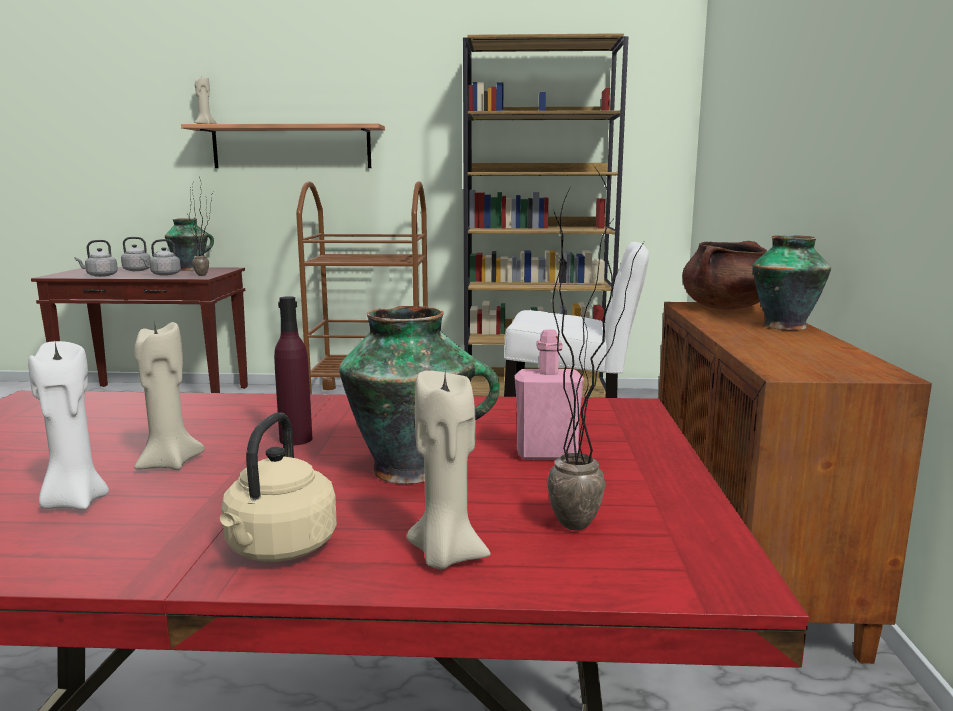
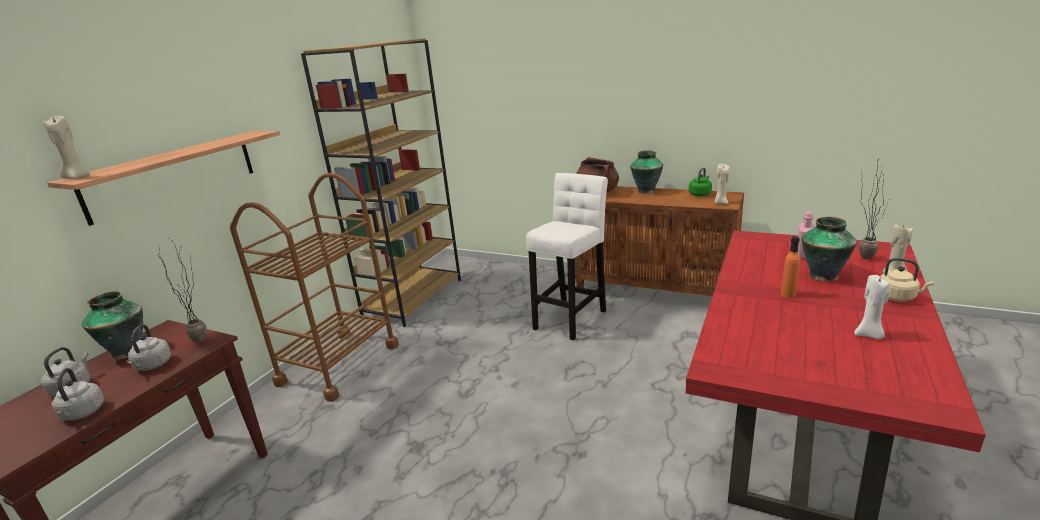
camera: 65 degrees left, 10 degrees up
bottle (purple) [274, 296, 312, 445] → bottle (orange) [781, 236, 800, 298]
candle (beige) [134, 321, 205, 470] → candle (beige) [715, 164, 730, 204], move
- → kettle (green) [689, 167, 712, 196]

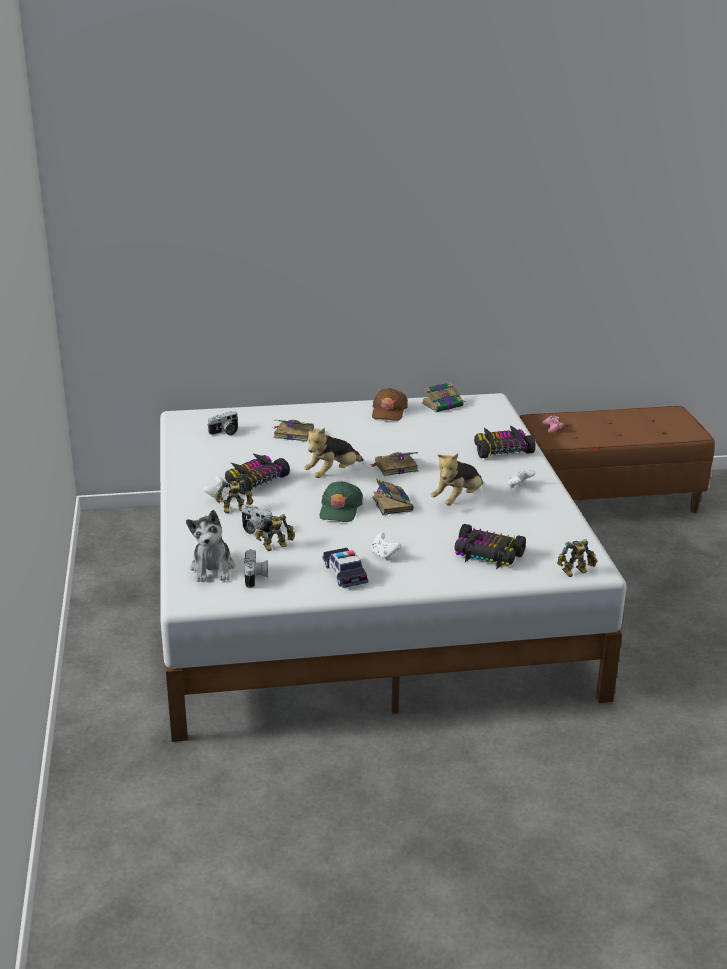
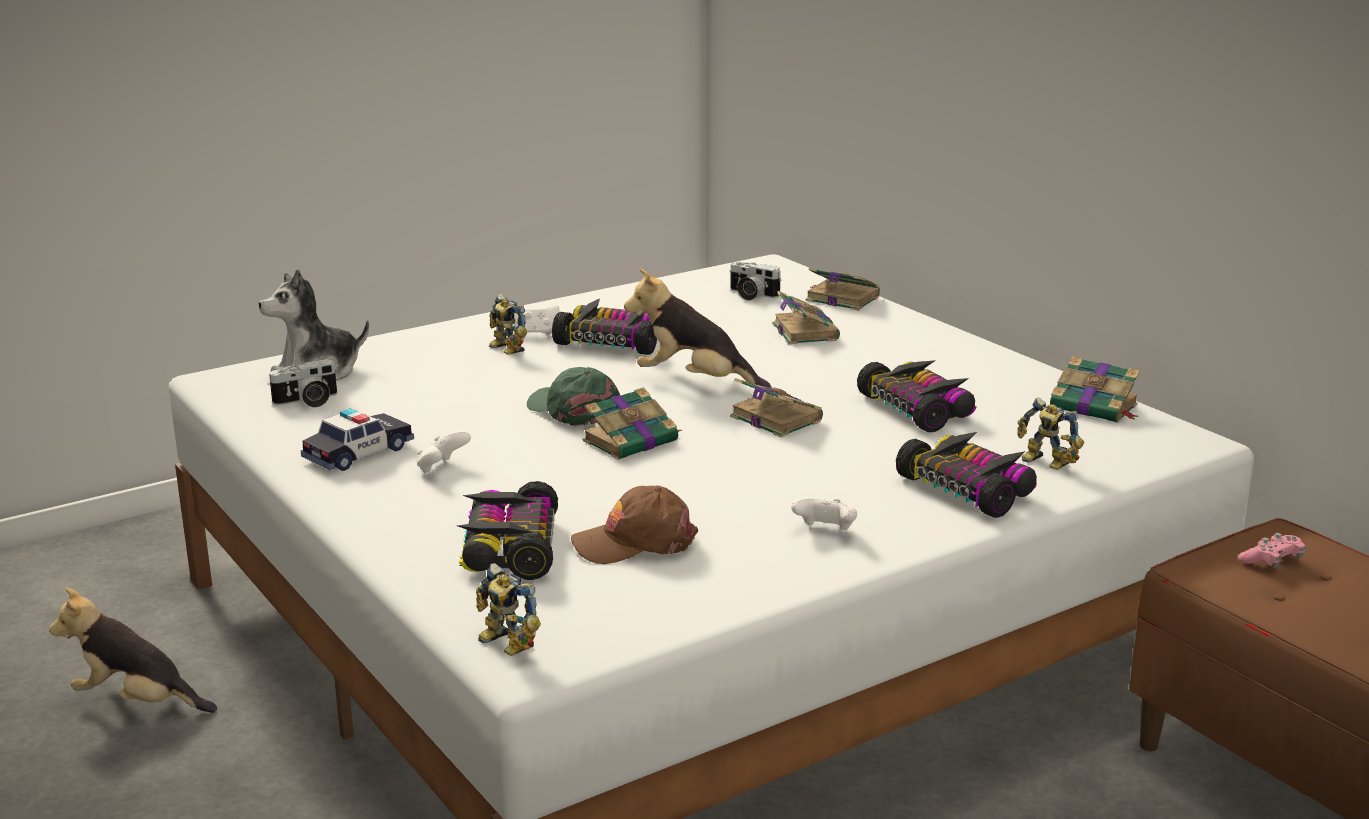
camera: 65 degrees right, 5 degrees down
cap (brown) [372, 388, 408, 421] → cap (brown) [571, 486, 698, 564], move
plush toy [431, 453, 483, 506] → plush toy [49, 587, 217, 713], move
cap (green) [319, 481, 363, 522] → cap (green) [527, 367, 620, 426], 60 degrees clockwise
photo camera [242, 504, 272, 534] → -
toy robot [256, 514, 295, 551] → toy robot [1017, 398, 1084, 470], move
- → book [806, 268, 880, 311]
- → toy car [857, 360, 977, 432]

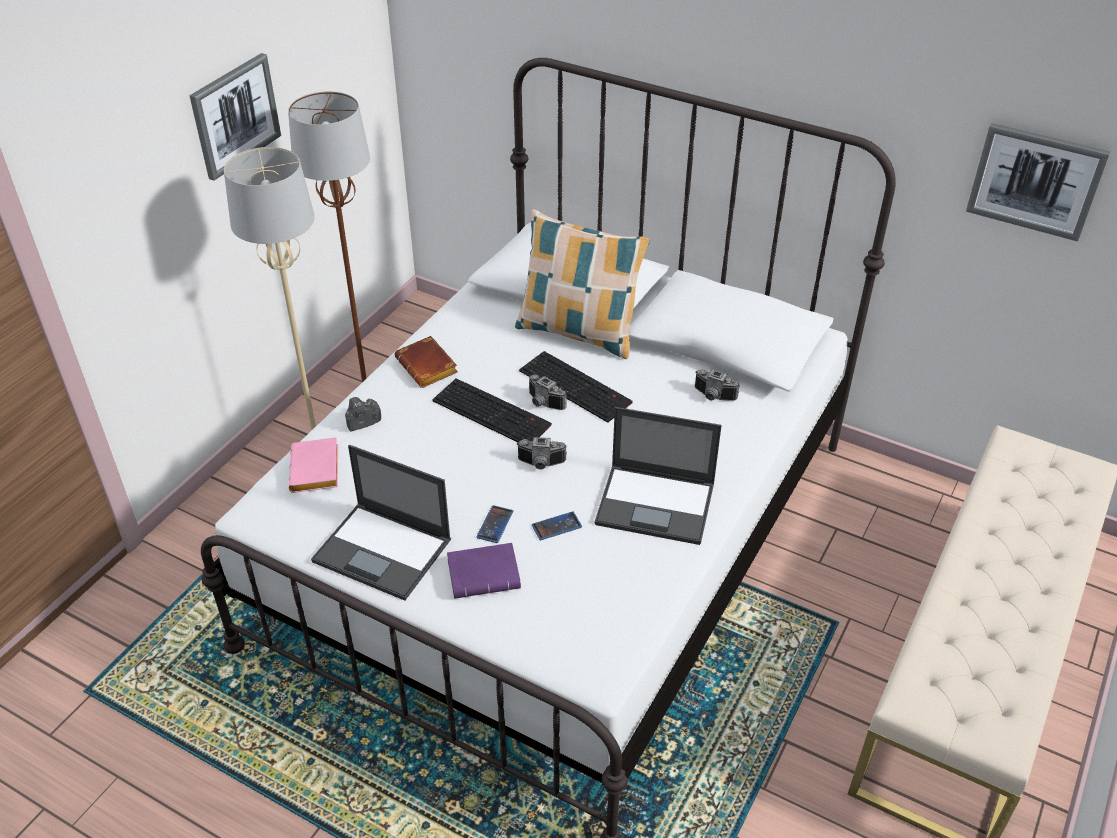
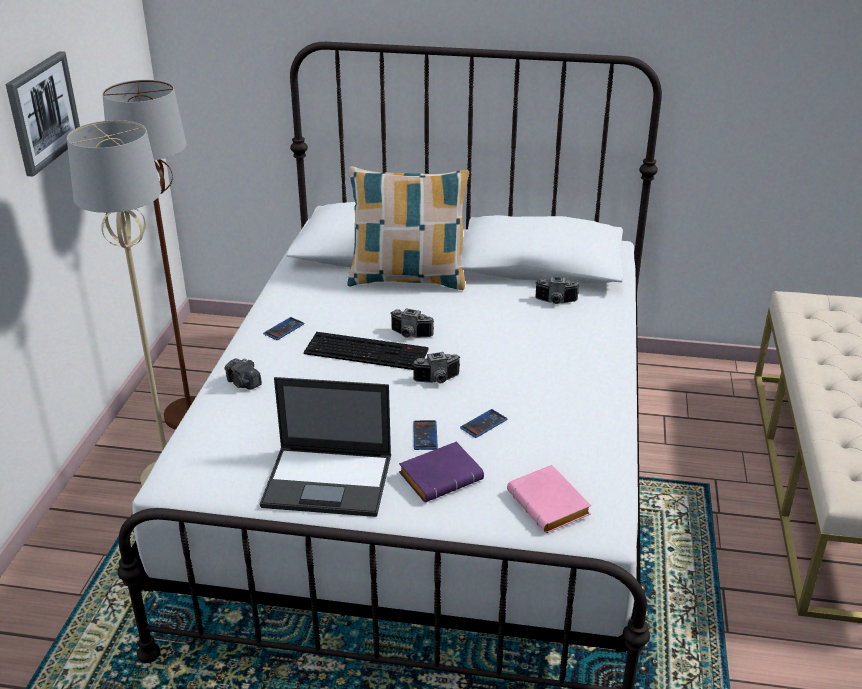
camera: 20 degrees left, 10 degrees down
picture [966, 123, 1111, 241] → -
book (brown) [394, 336, 458, 388] → phone [263, 317, 305, 340]
keyboard [519, 351, 633, 423] → -
photo camera [345, 397, 381, 432] → photo camera [225, 358, 262, 390], 90 degrees counterclockwise
laptop [595, 407, 722, 545] → -
book (pink) [289, 437, 338, 493] → book (pink) [507, 465, 591, 533], move

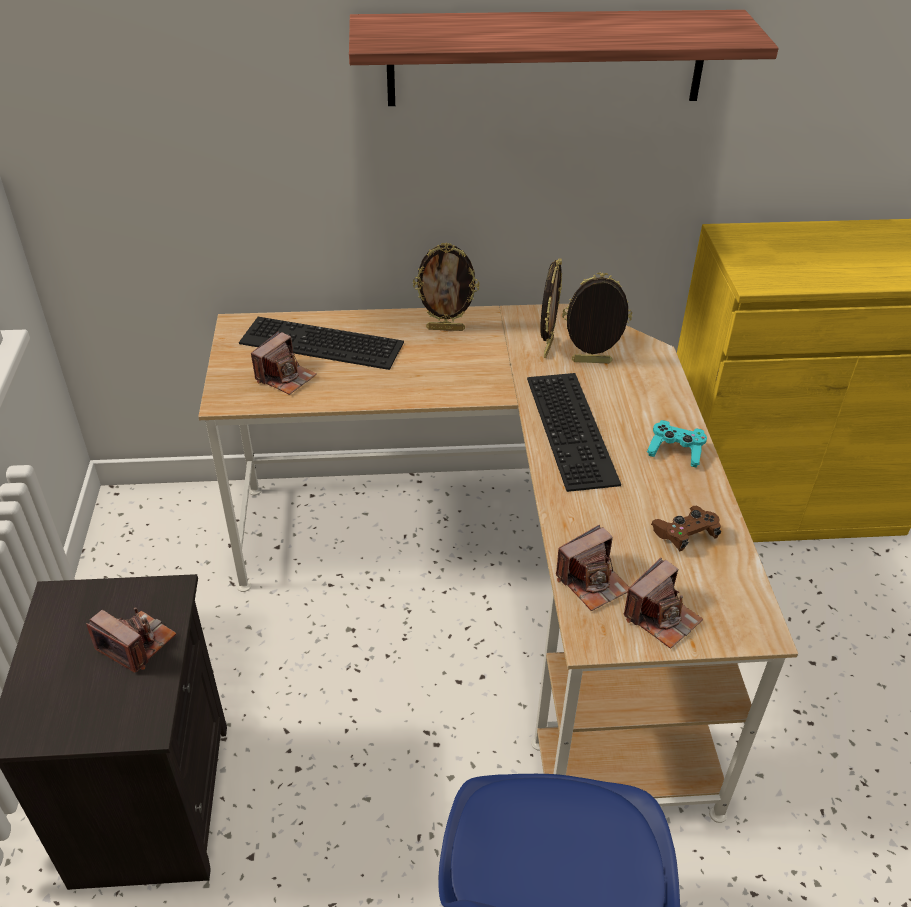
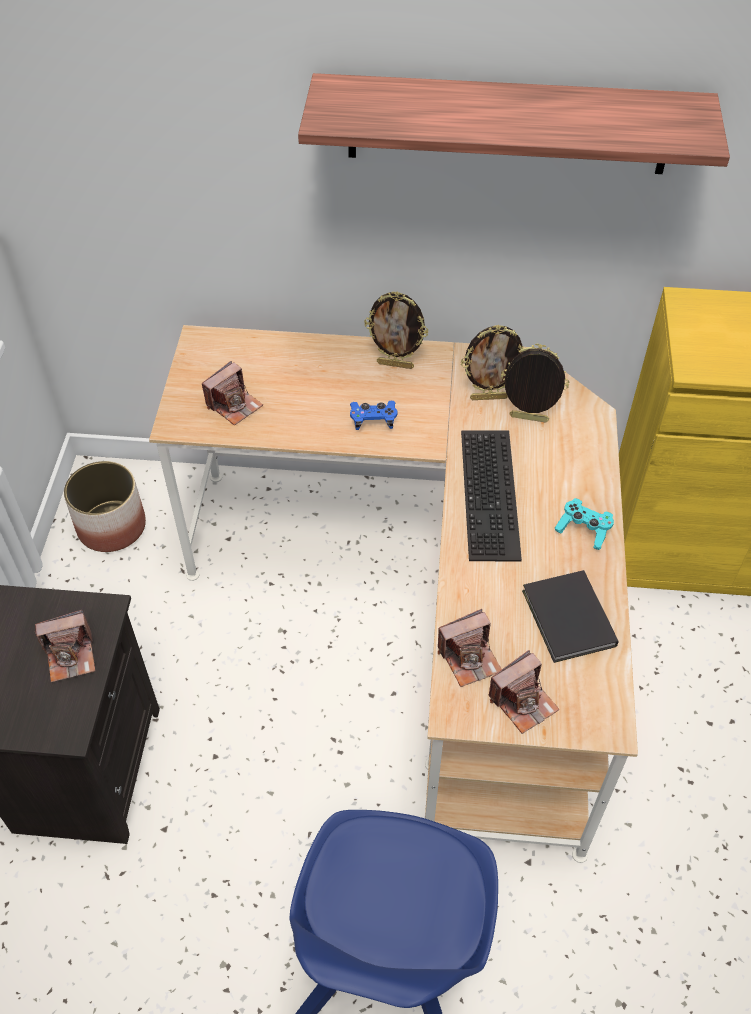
camera: 10 degrees right, 10 degrees up
picture frame [540, 259, 562, 358] → picture frame [461, 325, 524, 400], 60 degrees clockwise
keyboard [239, 317, 404, 370] → -
game controller (brown) [651, 506, 721, 551] → book (black) [522, 570, 618, 663]
photo camera [86, 608, 176, 673] → photo camera [35, 610, 95, 682], 120 degrees clockwise
- → game controller (blue) [350, 401, 397, 430]
- → planter [64, 461, 146, 552]

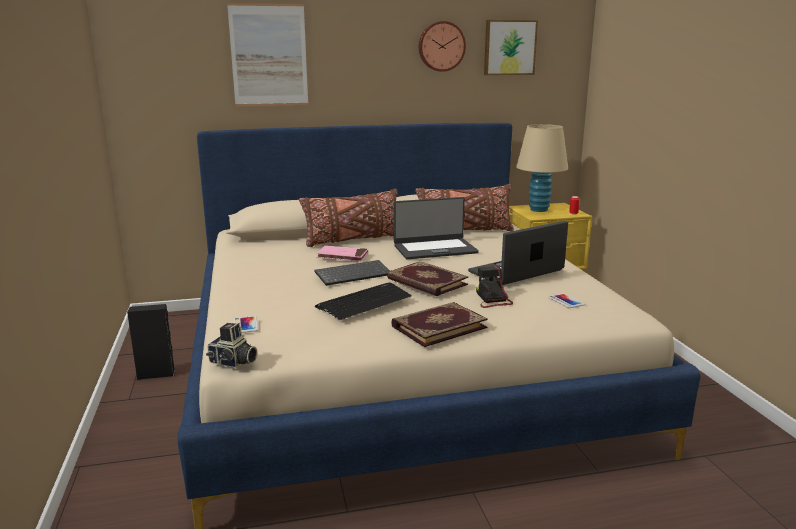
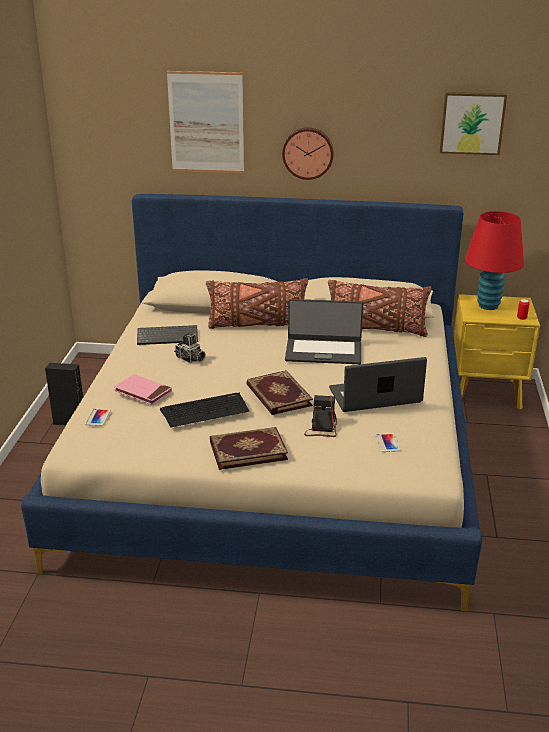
camera: 20 degrees right, 10 degrees up
wall clock [419, 21, 466, 72] → wall clock [282, 127, 334, 180], move
table lamp (beige) [516, 124, 568, 212] → table lamp (red) [465, 211, 524, 310]
book (pink) [316, 245, 368, 262] → book (pink) [114, 374, 172, 405], move
keyboard [315, 260, 390, 286] → keyboard [137, 325, 198, 345], move
photo camera [206, 322, 258, 368] → photo camera [174, 333, 206, 363], move

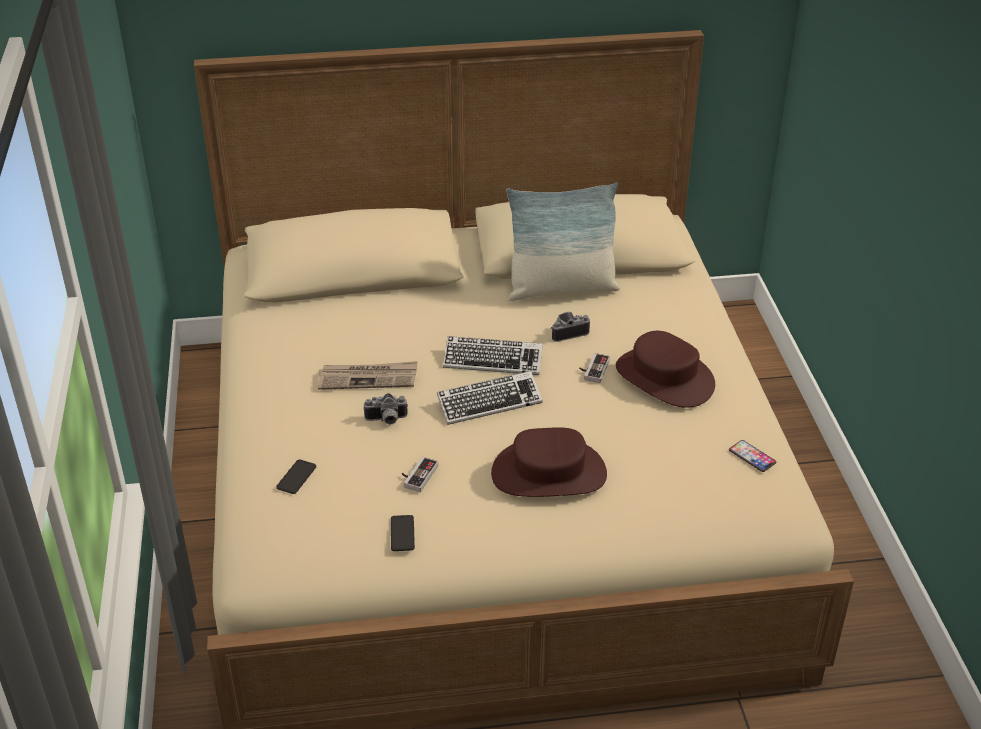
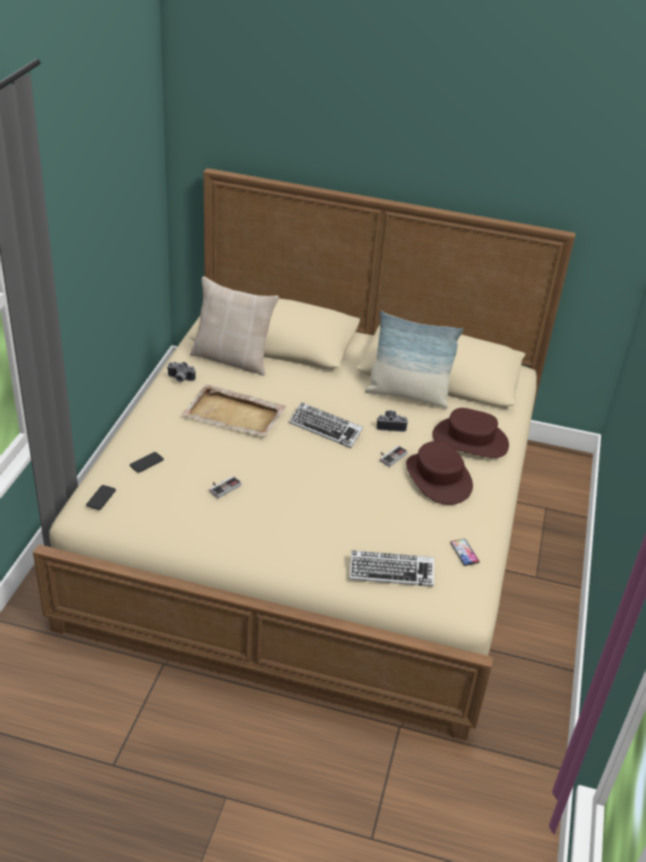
camera: 20 degrees right, 0 degrees up
newspaper [318, 361, 417, 390] → tray (beige) [182, 384, 286, 437]
keyboard [437, 371, 543, 425] → keyboard [350, 550, 434, 587], move
photo camera [363, 393, 408, 424] → photo camera [168, 362, 196, 382], move
hat (brown) [491, 427, 607, 497] → hat (brown) [432, 408, 509, 458], move
phone [391, 515, 415, 551] → phone [86, 485, 116, 510], move
- → pillow (beige) [190, 277, 279, 376]

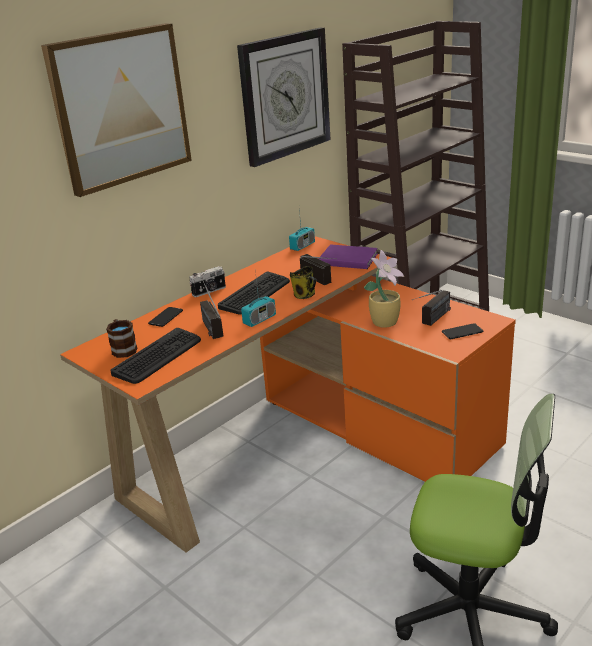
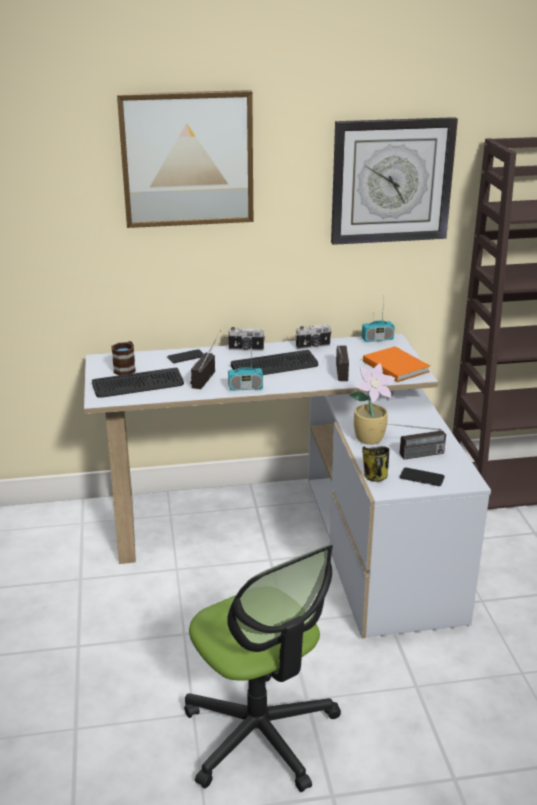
camera: 35 degrees right, 0 degrees up
desk (orange) [60, 236, 516, 552] → desk (white) [84, 334, 491, 639]
book (purple) [319, 244, 378, 269] → book (orange) [363, 346, 430, 382]
mug [290, 266, 316, 299] → mug [362, 446, 389, 482], move
- → photo camera [295, 324, 332, 350]

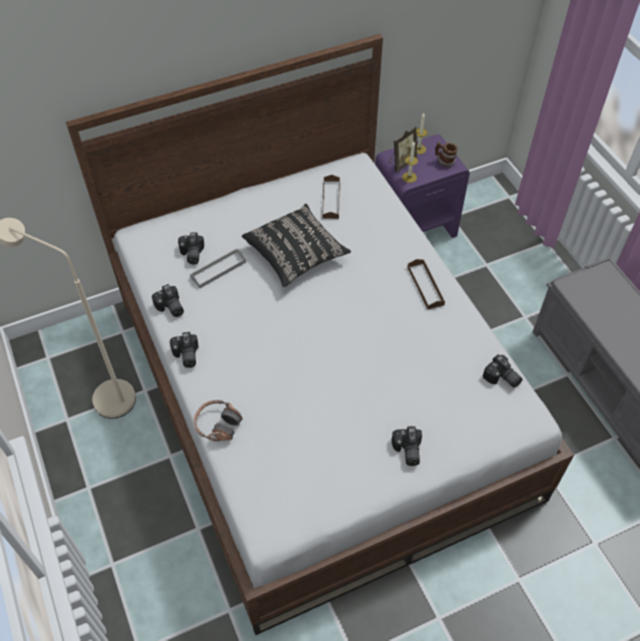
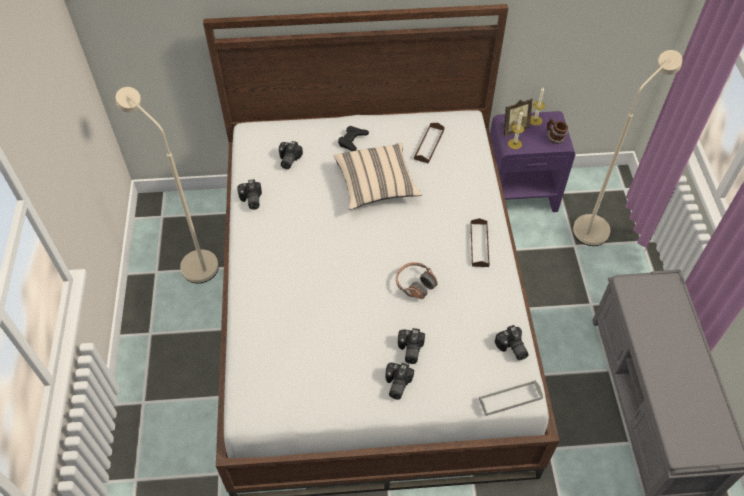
camera: 20 degrees right, 0 degrees up
pillow (black) [242, 204, 351, 287] → pillow (beige) [334, 142, 422, 210]
tray (grey) [190, 248, 246, 288] → tray (grey) [479, 380, 543, 416], move
photo camera [170, 332, 198, 368] → photo camera [398, 328, 425, 364], move
headphones [194, 400, 243, 441] → headphones [396, 262, 438, 299], move
- → floor lamp (beige) [573, 50, 683, 246]
- → game controller (black) [338, 126, 369, 151]

